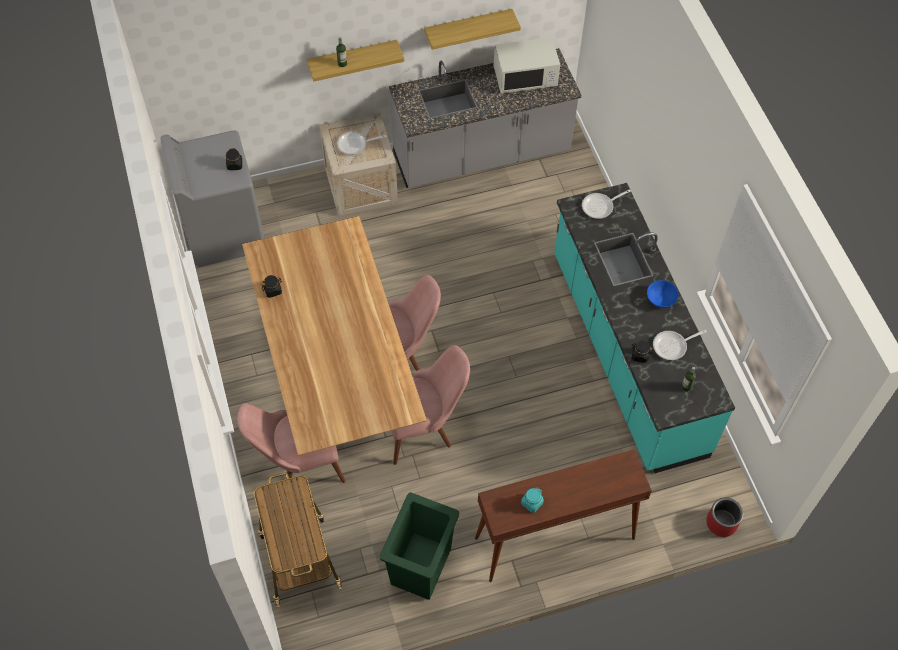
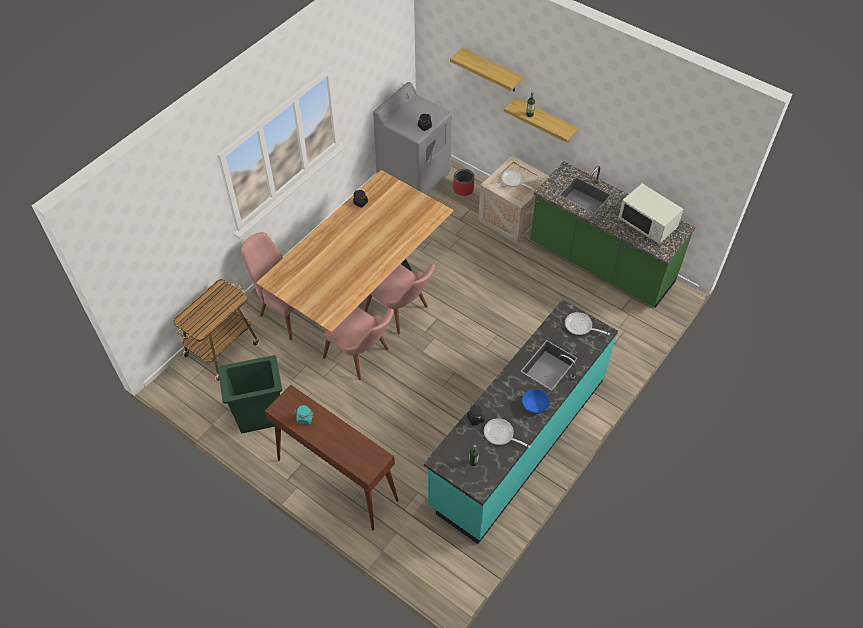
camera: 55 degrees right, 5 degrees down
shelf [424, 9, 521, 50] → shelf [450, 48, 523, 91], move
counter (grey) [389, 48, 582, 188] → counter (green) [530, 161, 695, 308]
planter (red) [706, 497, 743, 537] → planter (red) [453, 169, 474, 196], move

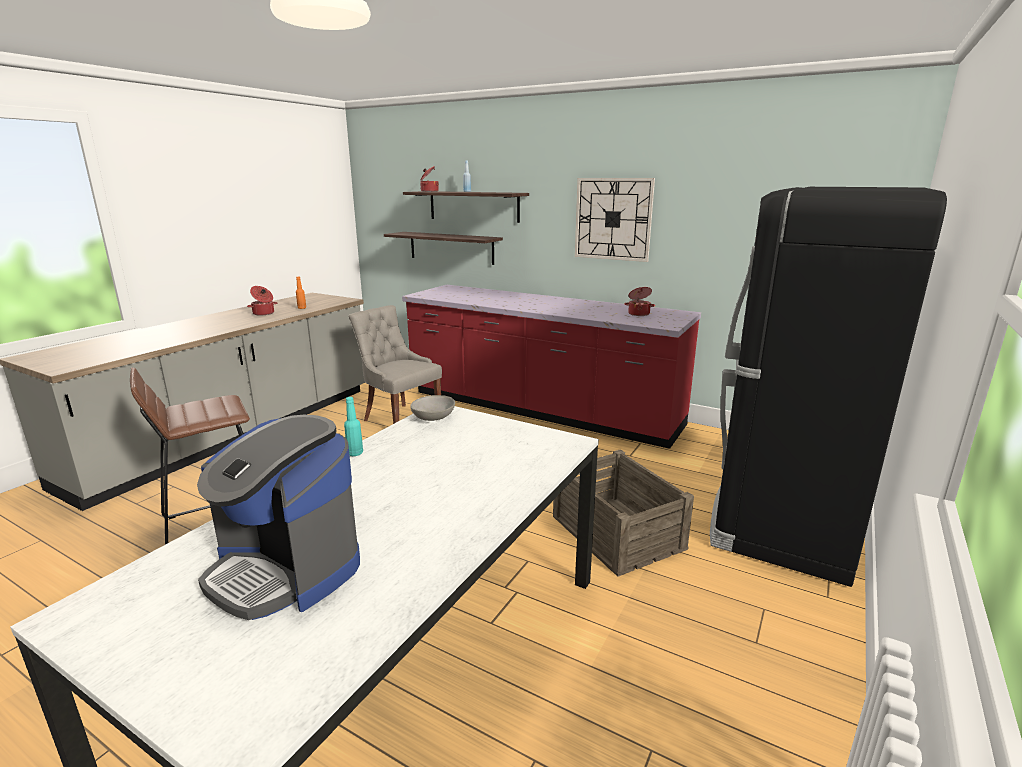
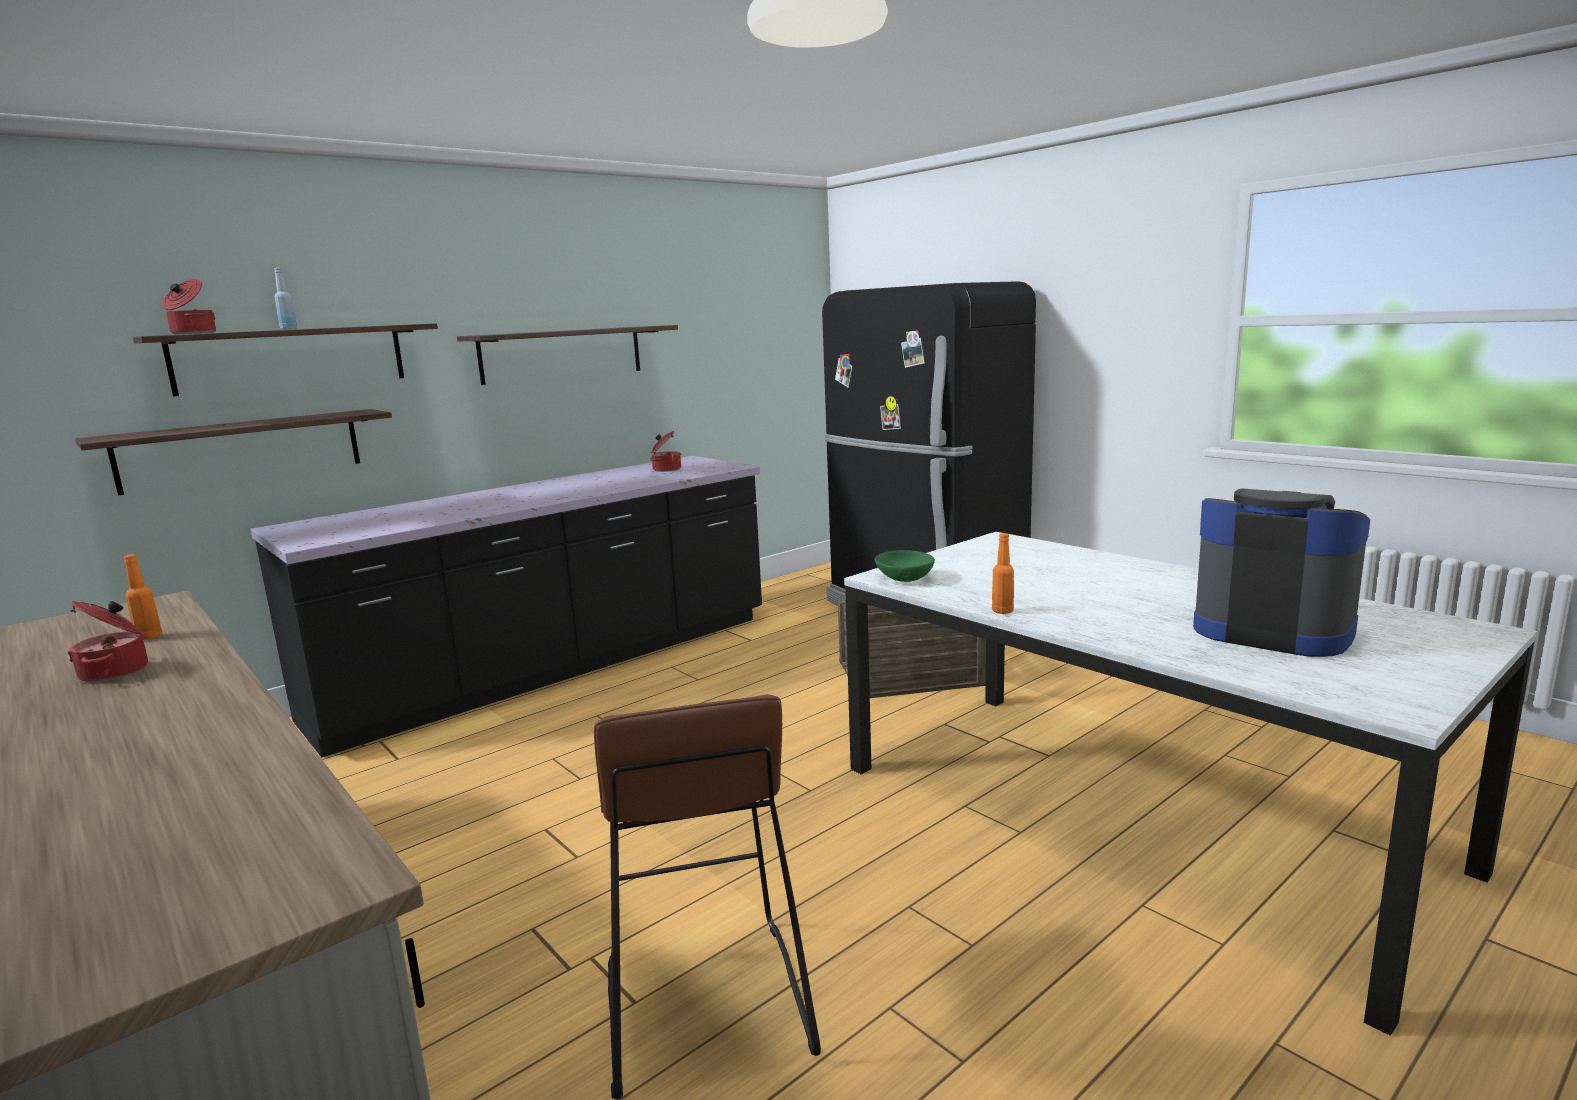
camera: 70 degrees left, 5 degrees down
wall clock [575, 178, 655, 262] → shelf [457, 325, 678, 385]
counter (red) [402, 285, 701, 449] → counter (black) [250, 456, 762, 758]
chair (grey) [348, 305, 442, 424] → -
bowl (grey) [410, 395, 455, 421] → bowl (green) [874, 550, 935, 582]
bottle (turquoise) [344, 397, 363, 456] → bottle (orange) [992, 533, 1014, 614]
coffee machine [197, 415, 360, 620] → coffee machine [1193, 489, 1370, 657], 105 degrees counterclockwise

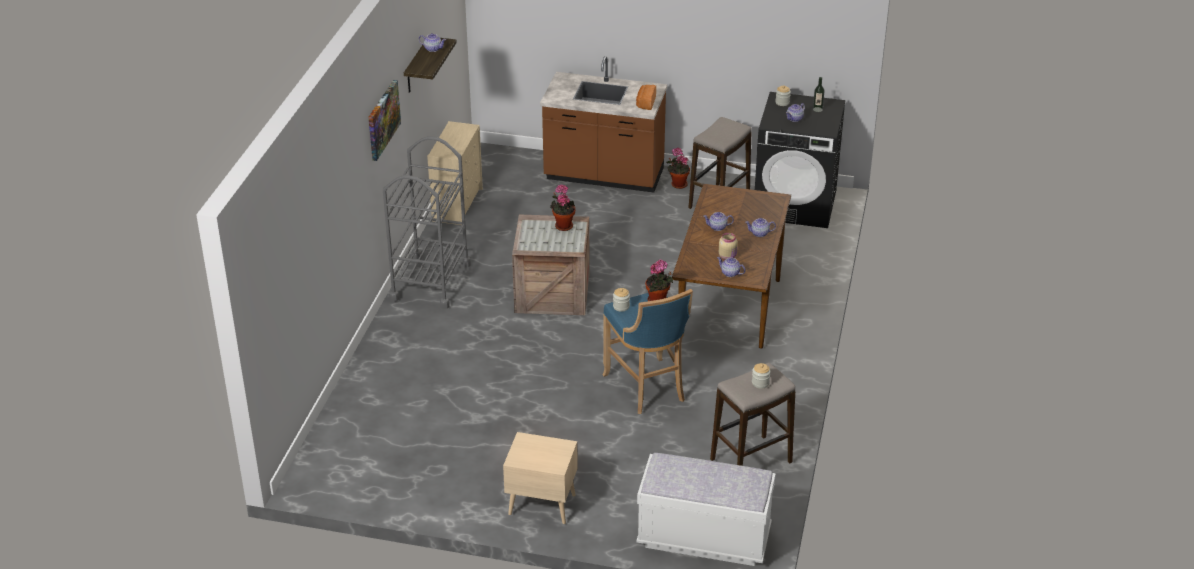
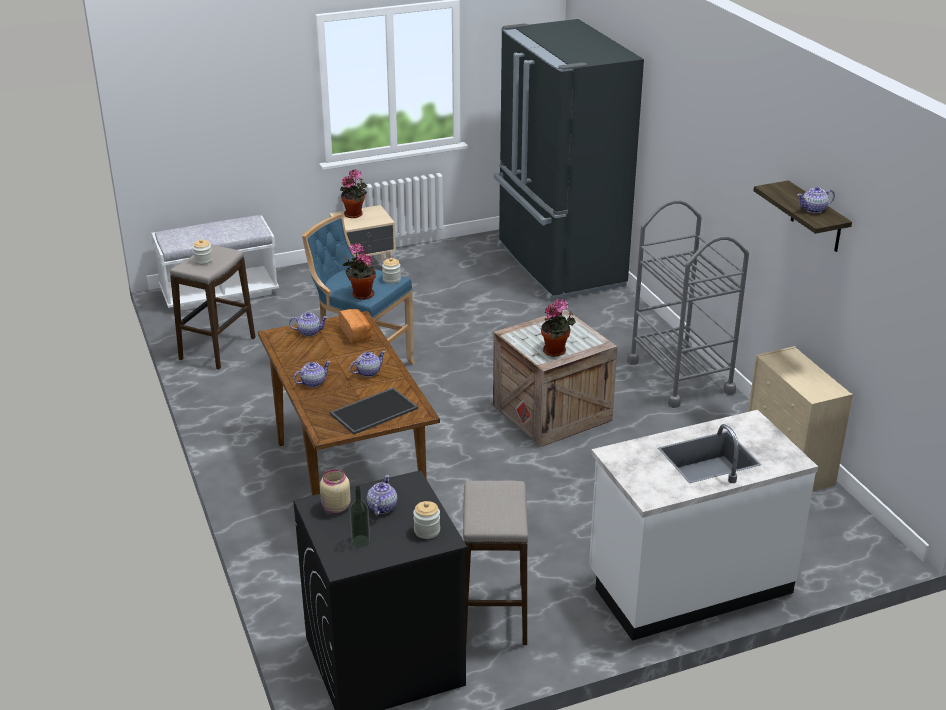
camera: 145 degrees right, 5 degrees down
counter (brown) [540, 56, 667, 193] → counter (white) [589, 410, 818, 641]
picture [368, 80, 401, 161] → -
bread [636, 85, 656, 110] → bread [339, 309, 372, 344], move
potted plant [666, 148, 690, 189] → potted plant [340, 169, 367, 218], move
jar (beige) [719, 233, 738, 260] → jar (beige) [320, 469, 351, 513], move
- → fridge (black) [494, 19, 644, 301]
- → tray [330, 387, 418, 435]

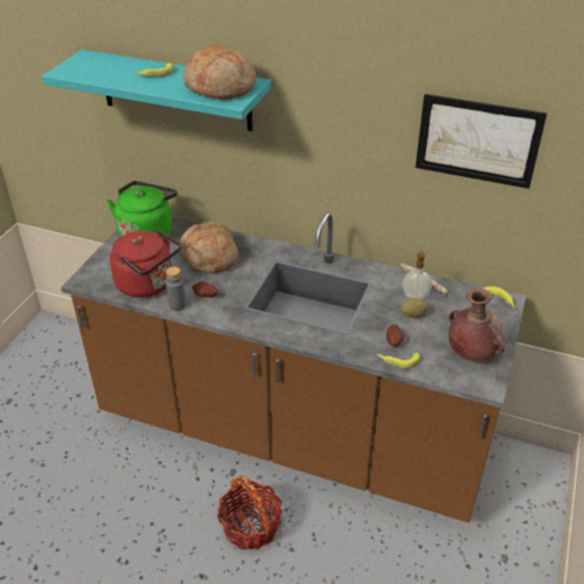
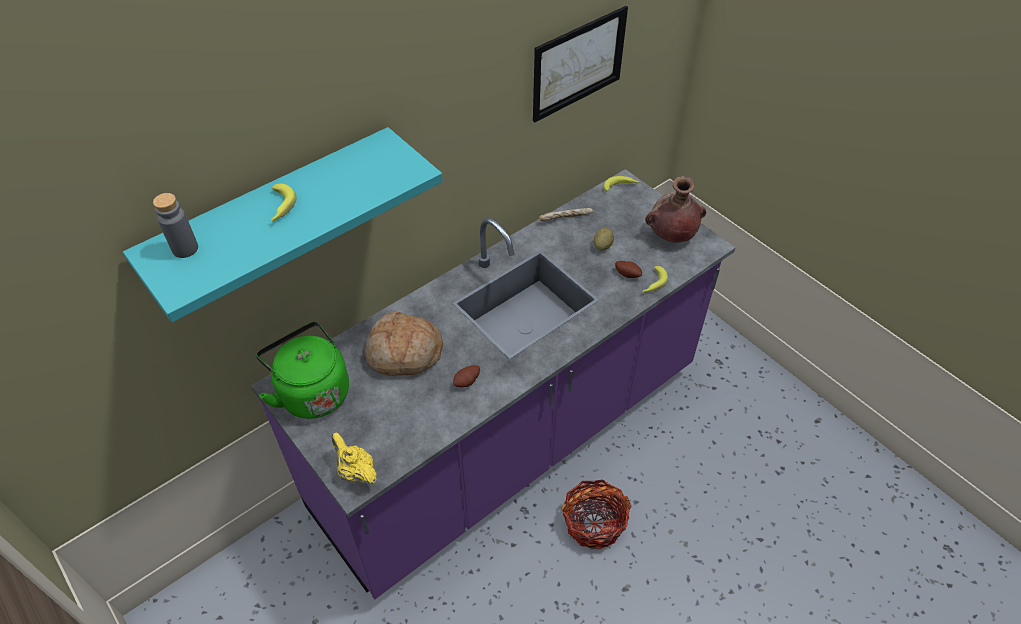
camera: 60 degrees left, 10 degrees up
bread [183, 44, 256, 100] → -
counter (brown) [61, 213, 526, 523] → counter (purple) [251, 169, 735, 599]
kettle (red) [110, 229, 181, 298] → -
soap dispenser [402, 250, 432, 300] → -
bottle (grey) [166, 267, 186, 311] → bottle (grey) [153, 193, 198, 258], move
- → teapot (yellow) [331, 432, 377, 485]

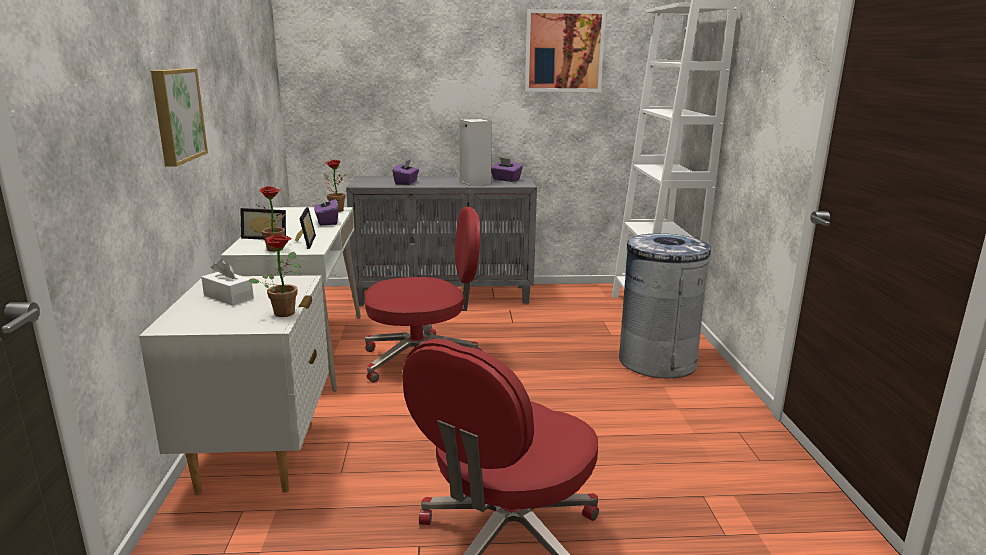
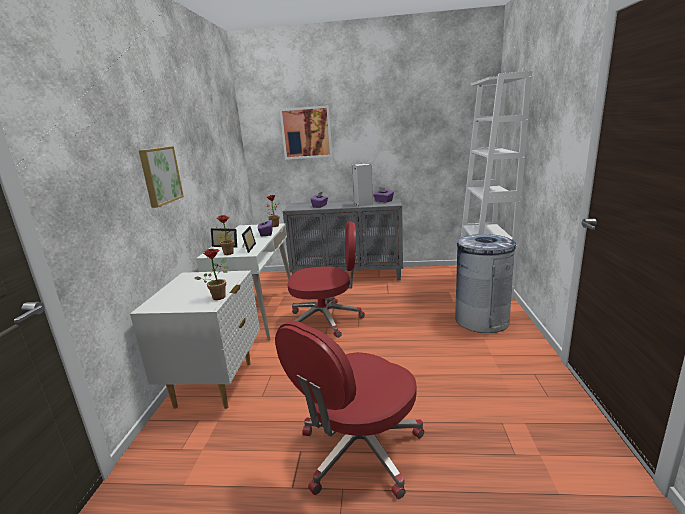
camera: 10 degrees right, 0 degrees up
picture [525, 9, 606, 92] → picture [280, 105, 333, 160], move
tissue box (white) [201, 259, 254, 305] → -

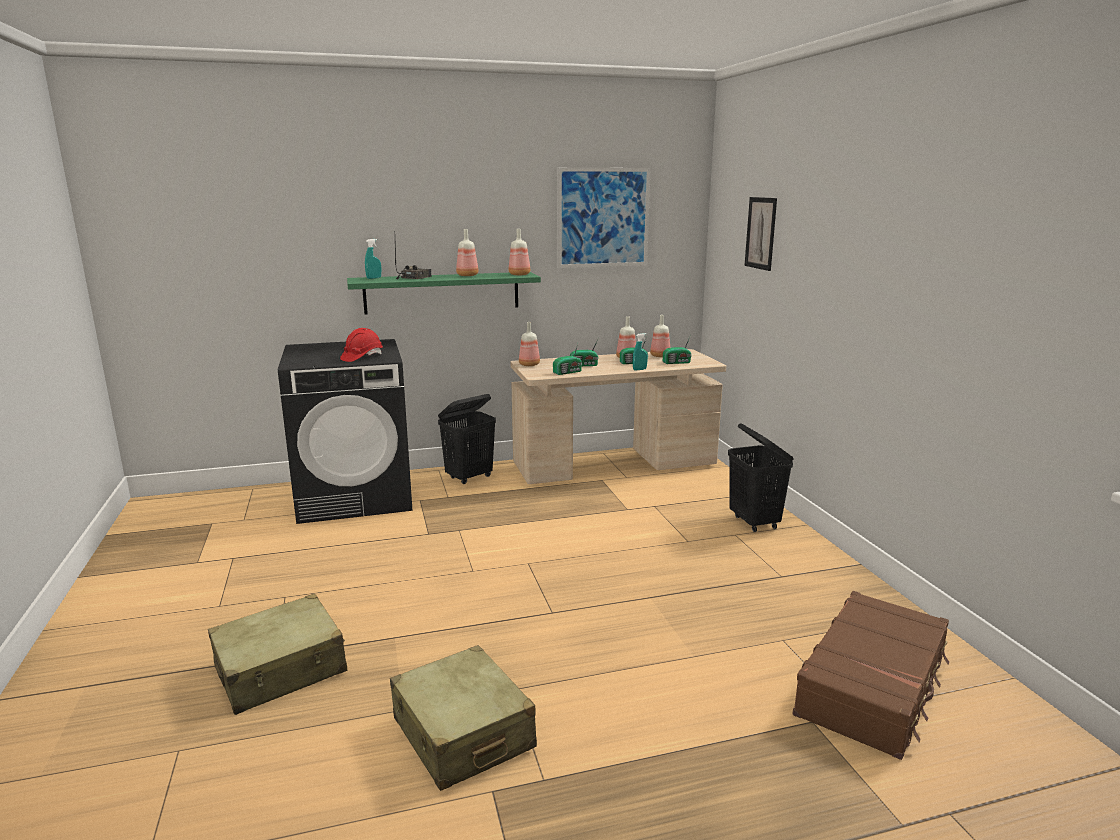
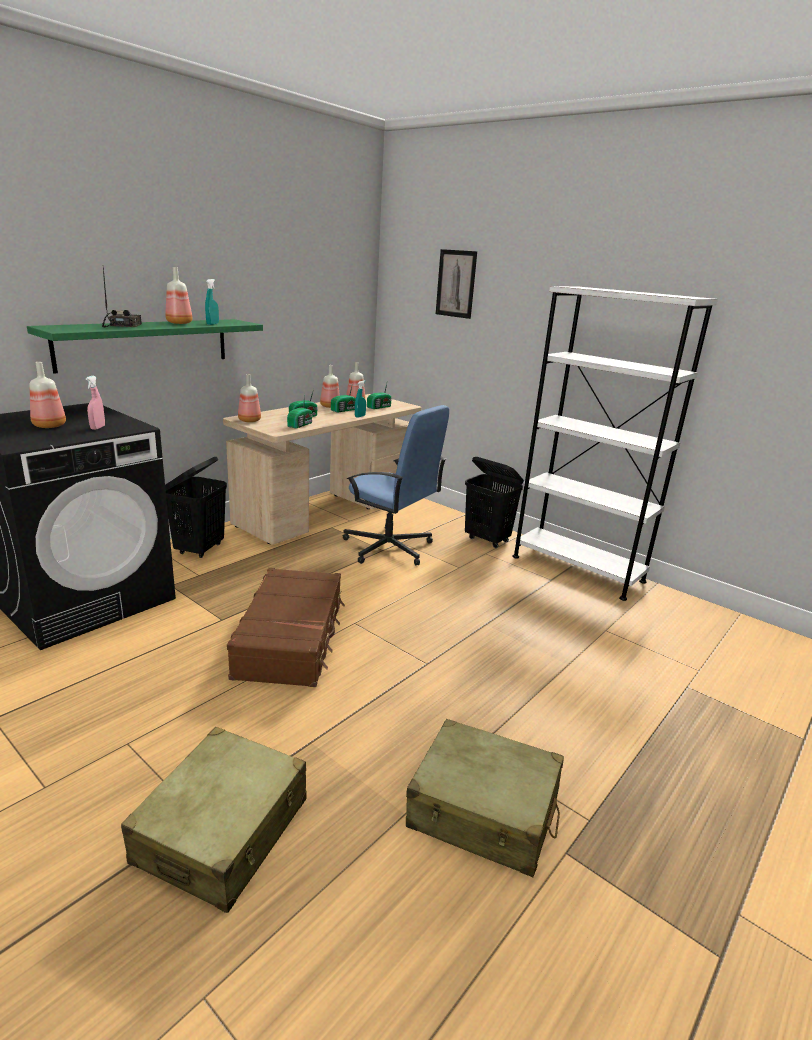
camera: 35 degrees left, 5 degrees up
picture [557, 167, 651, 268] → -
bottle [509, 229, 530, 275] → bottle [30, 362, 66, 428], move
spray bottle (turquoise) [365, 239, 381, 279] → spray bottle (turquoise) [205, 279, 219, 325], move
hard hat (red) [340, 328, 383, 362] → spray bottle (pink) [86, 376, 105, 430]
suitcase (brown) [792, 591, 949, 760] → suitcase (brown) [227, 568, 345, 687], move
- → bookcase (white) [512, 286, 718, 601]
- → office chair (blue) [343, 405, 449, 565]

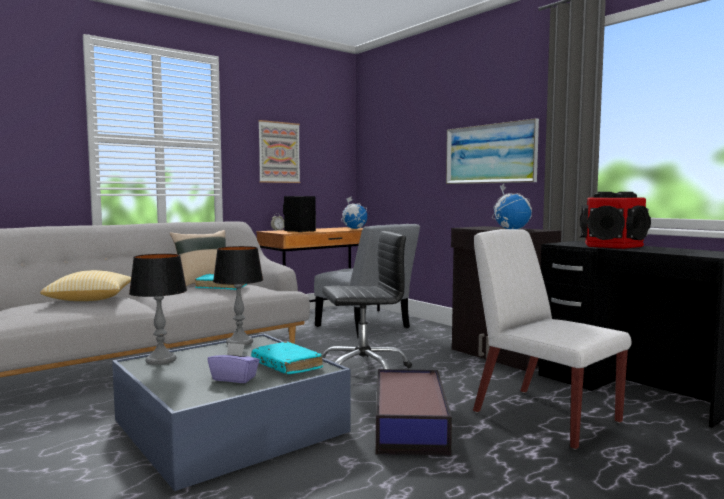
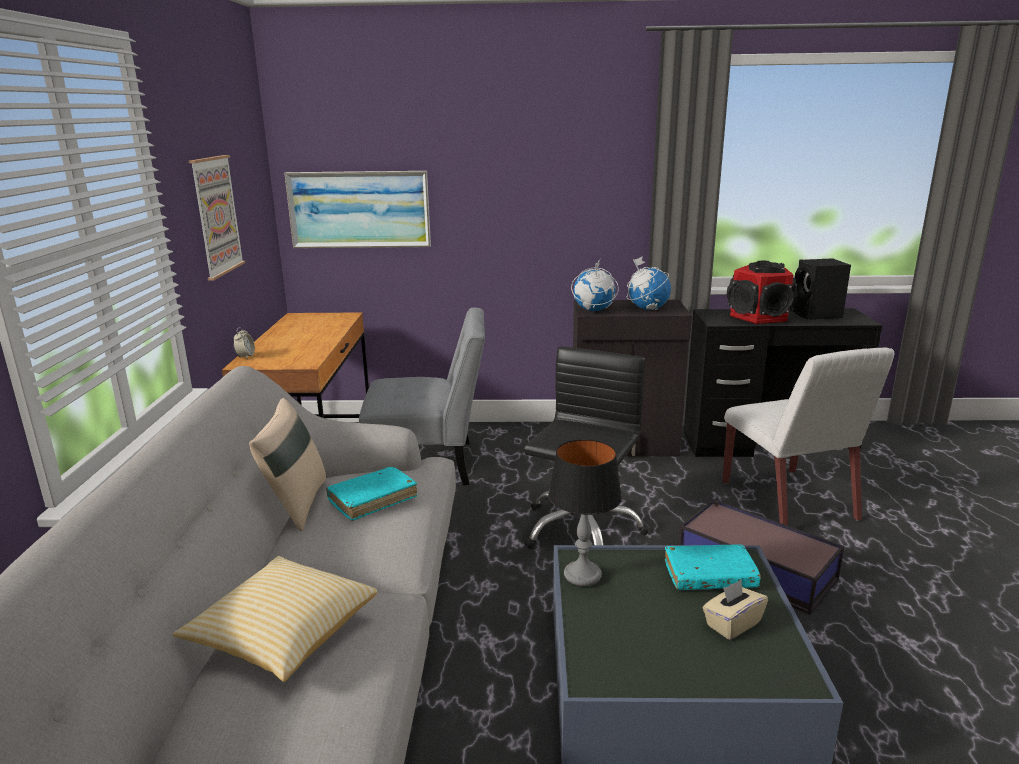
camera: 50 degrees left, 15 degrees up
picture [446, 118, 539, 184] → picture [284, 171, 431, 248], move
speaker (black) [283, 196, 316, 232] → speaker (black) [793, 258, 851, 320], move
globe [341, 196, 367, 229] → globe [571, 260, 619, 311], move
chair (white) [473, 229, 631, 450] → chair (white) [722, 347, 894, 525], 105 degrees counterclockwise
table lamp [129, 254, 187, 365] → -
tissue box (purple) [208, 343, 260, 383] → tissue box (beige) [703, 580, 768, 640]

